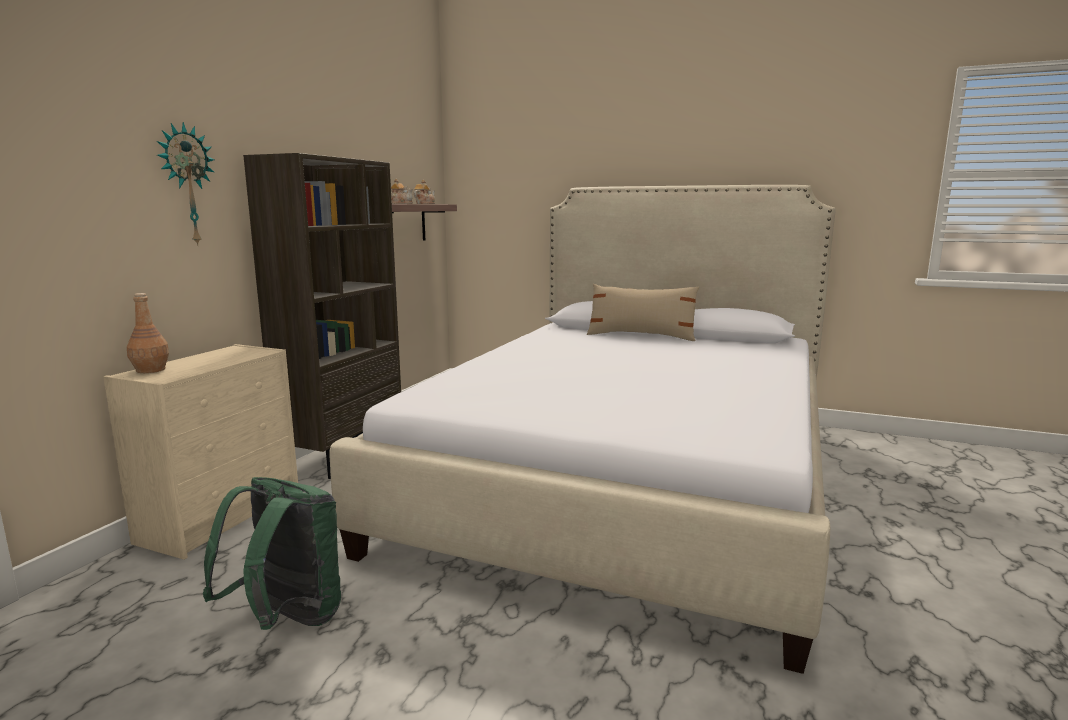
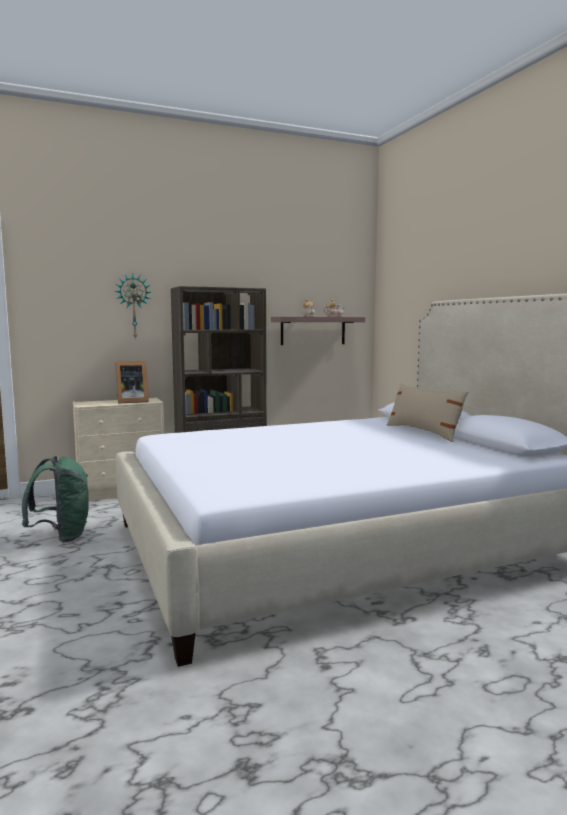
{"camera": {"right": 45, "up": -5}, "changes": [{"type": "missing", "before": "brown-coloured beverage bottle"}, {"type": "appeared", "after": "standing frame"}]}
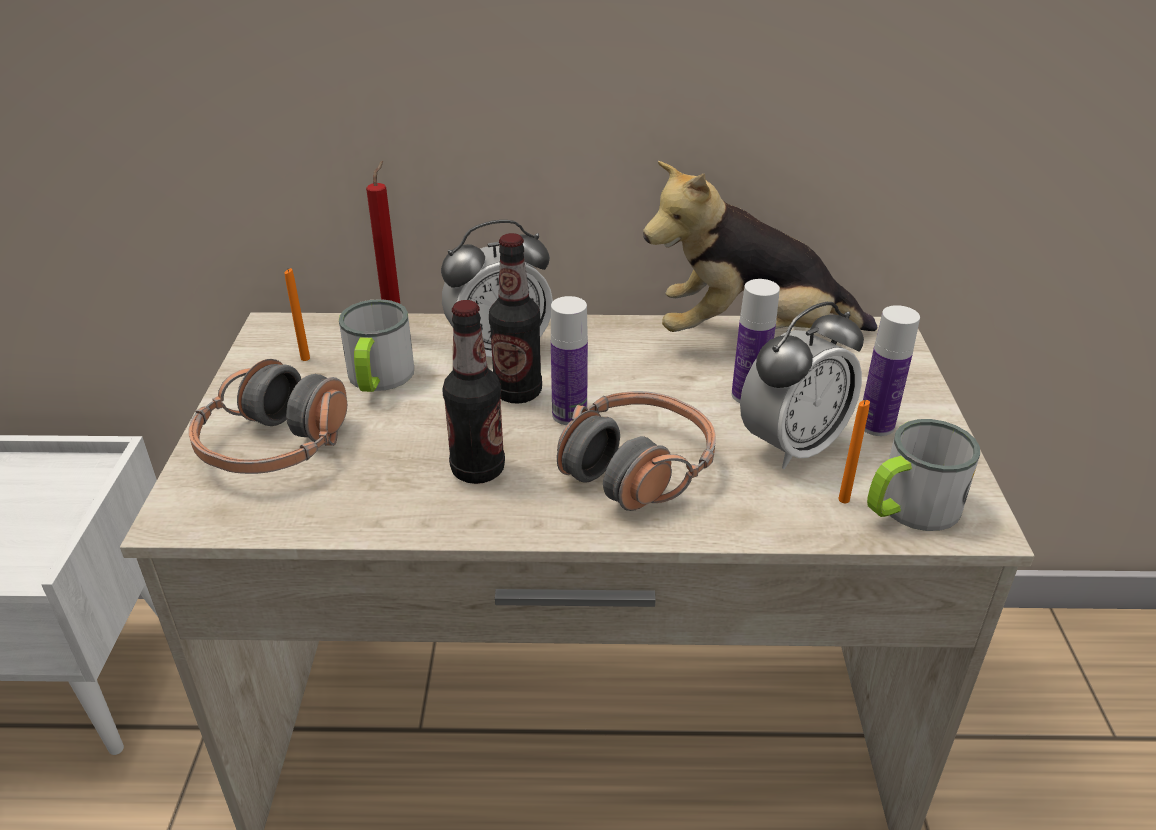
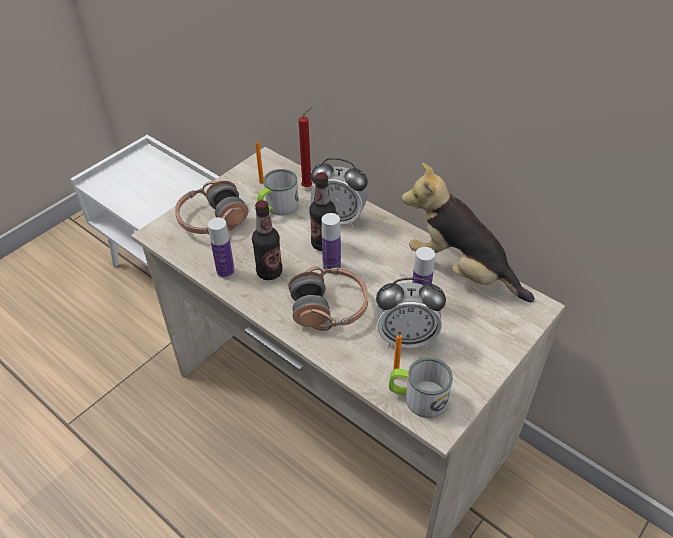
{"camera": {"right": 40, "up": 10}, "changes": [{"type": "relocated", "before": "beverage bottle (no. 5 from left in the first image)", "after": "beverage bottle (no. 1 from left)"}]}
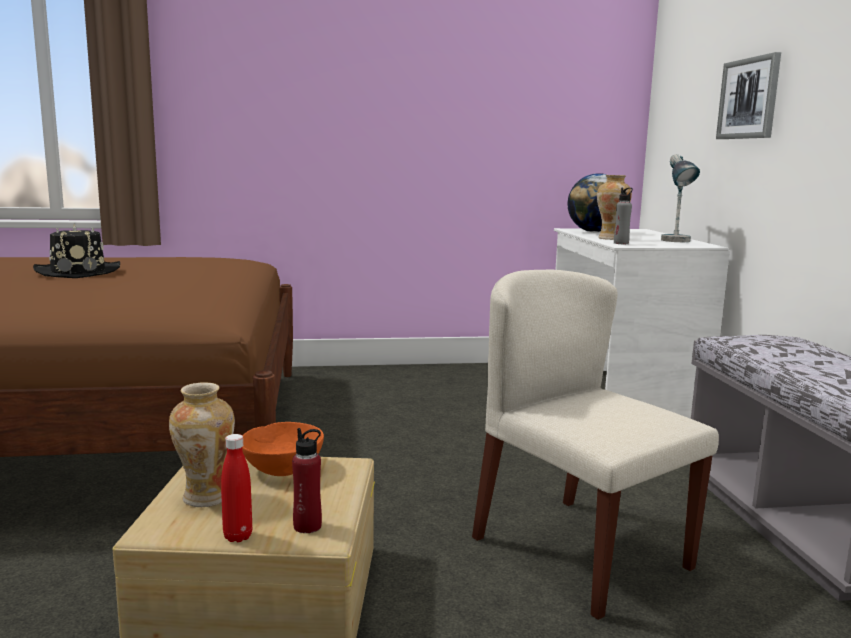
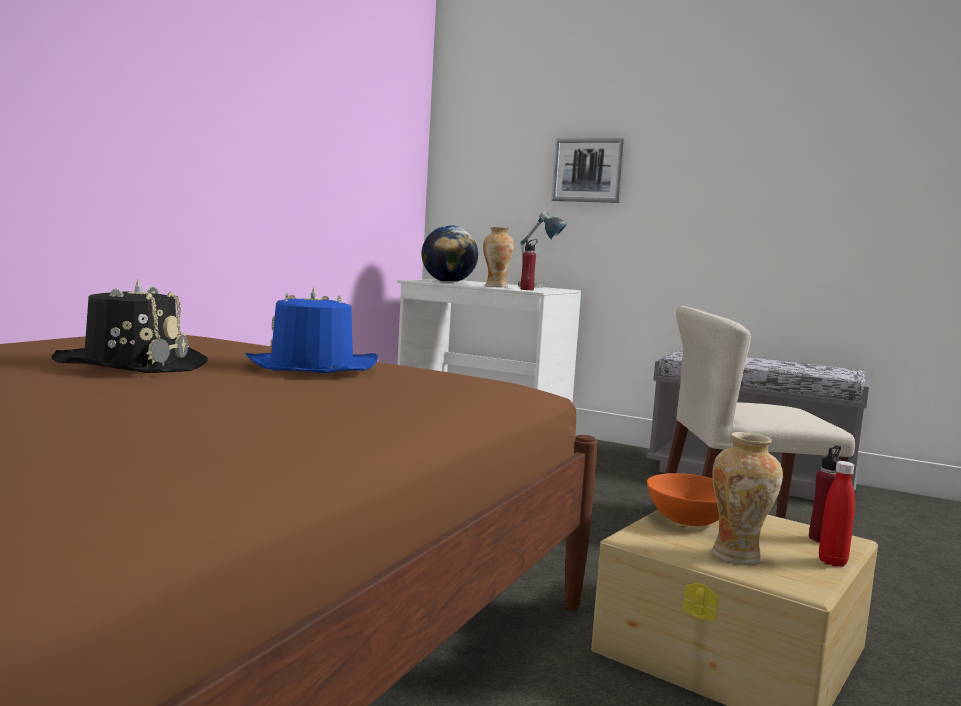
{"camera": {"right": -55, "up": -5}, "changes": [{"type": "colour", "before": "gray beverage bottle", "after": "reddish beverage bottle (no. 1 from left)"}, {"type": "appeared", "after": "blue hat"}]}
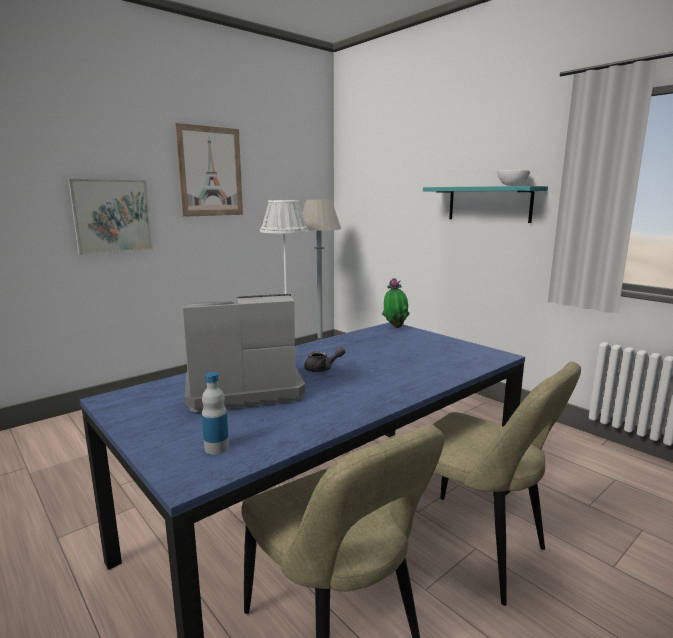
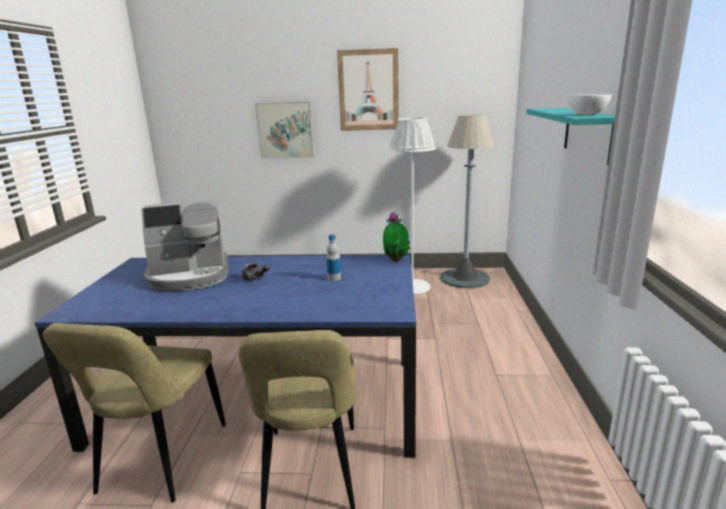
{"camera": {"right": 45, "up": 5}, "changes": [{"type": "spun", "before": "coffee machine", "turn": 135}, {"type": "relocated", "before": "beverage bottle"}]}
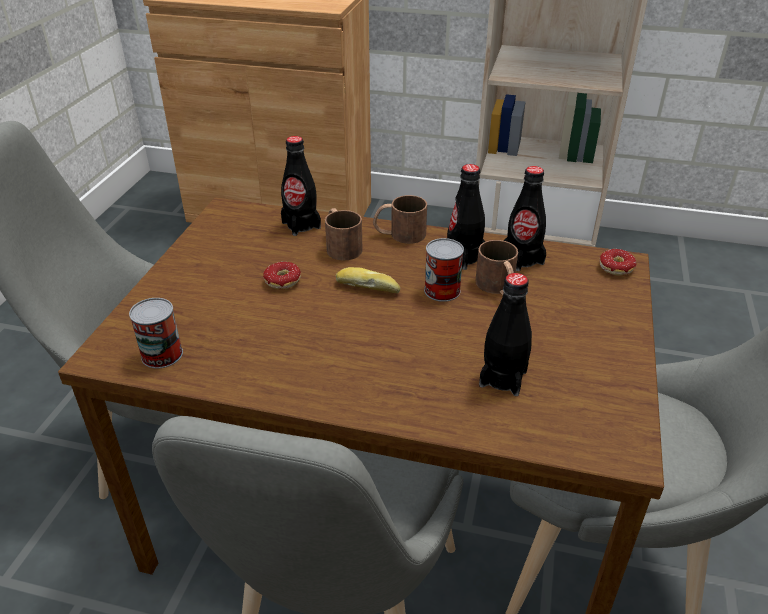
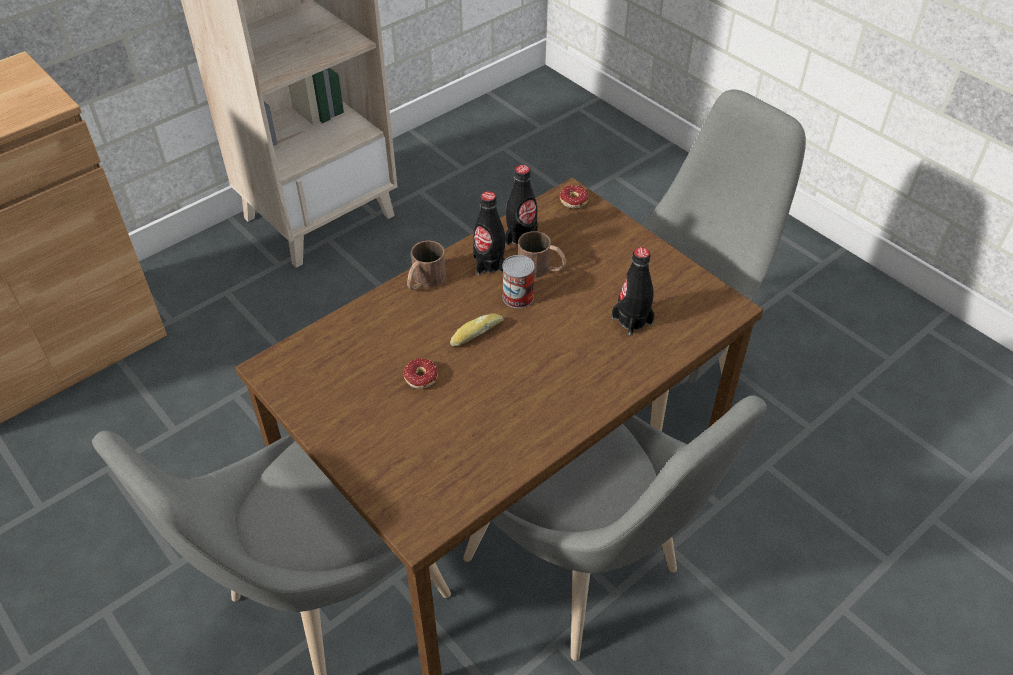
{"camera": {"right": -55, "up": 10}, "changes": [{"type": "missing", "before": "can (no. 1 from left)"}, {"type": "missing", "before": "black-coloured beverage bottle (no. 1 from left)"}, {"type": "missing", "before": "brown-coloured coffee mug (no. 1 from left)"}]}
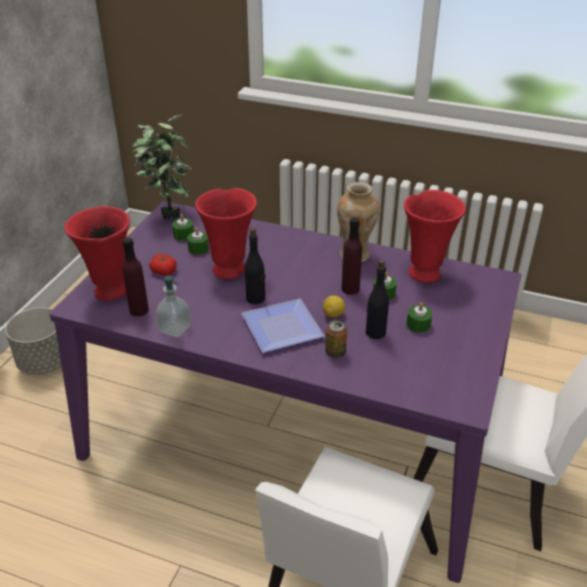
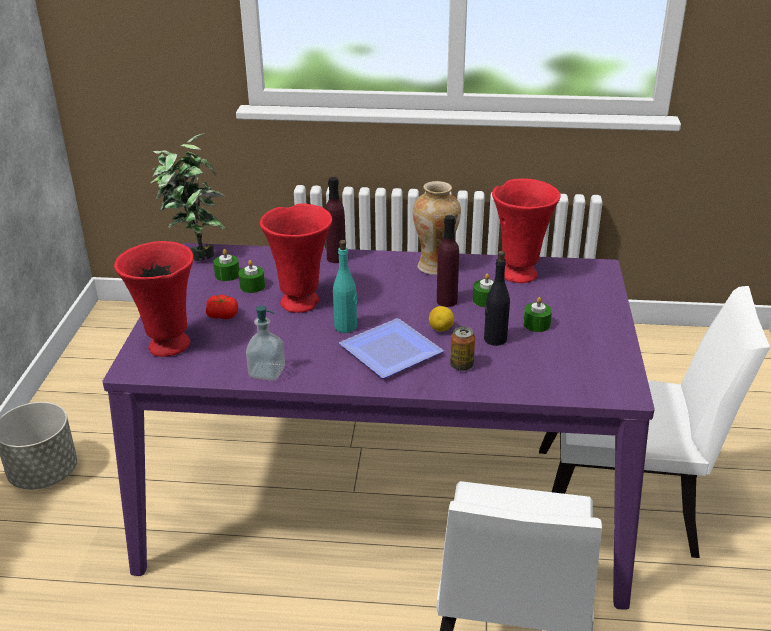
{"camera": {"right": -15, "up": -5}, "changes": [{"type": "relocated", "before": "purple beverage bottle (no. 1 from left)"}, {"type": "colour", "before": "black-coloured beverage bottle (no. 1 from left)", "after": "turquoise beverage bottle"}]}
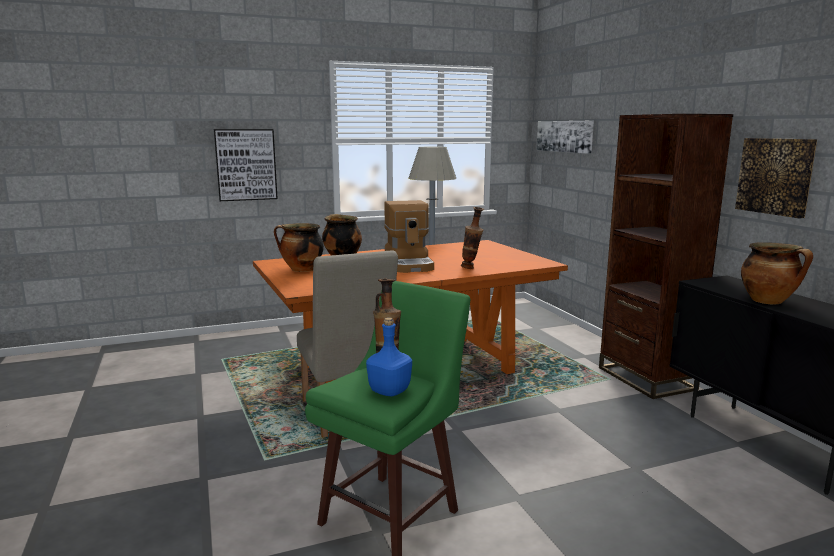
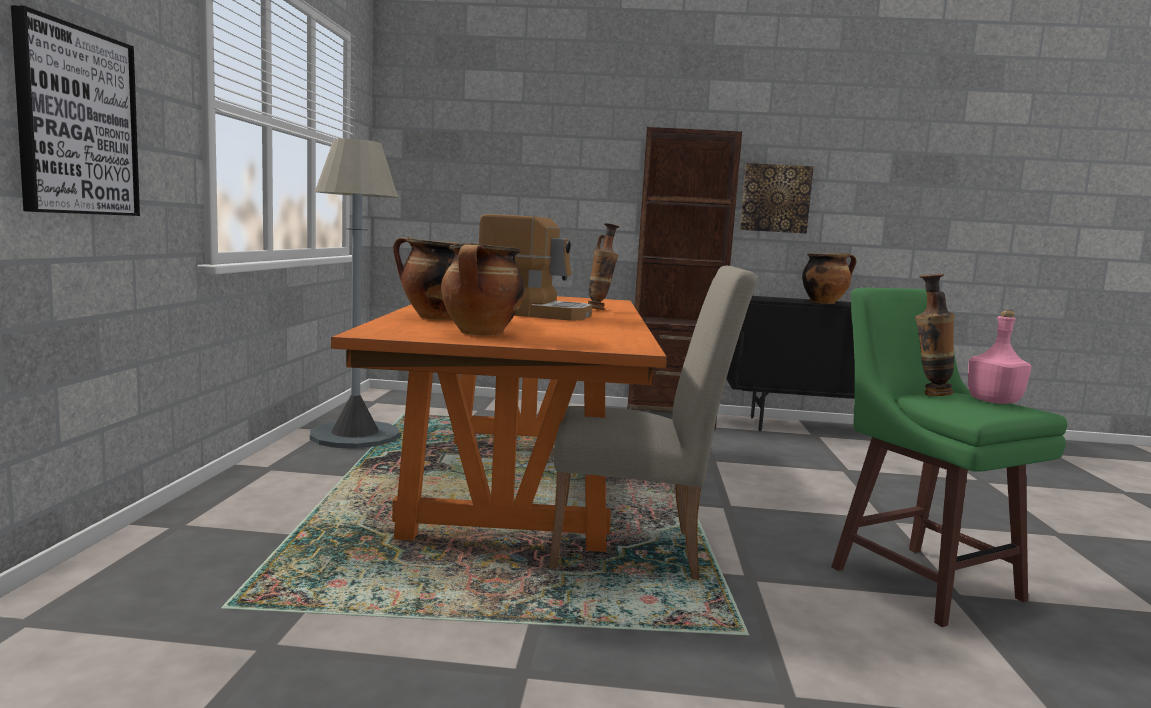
{"camera": {"right": -65, "up": -5}, "changes": [{"type": "colour", "before": "blue beverage bottle", "after": "pink beverage bottle"}, {"type": "missing", "before": "wall art (no. 2 from left)"}]}
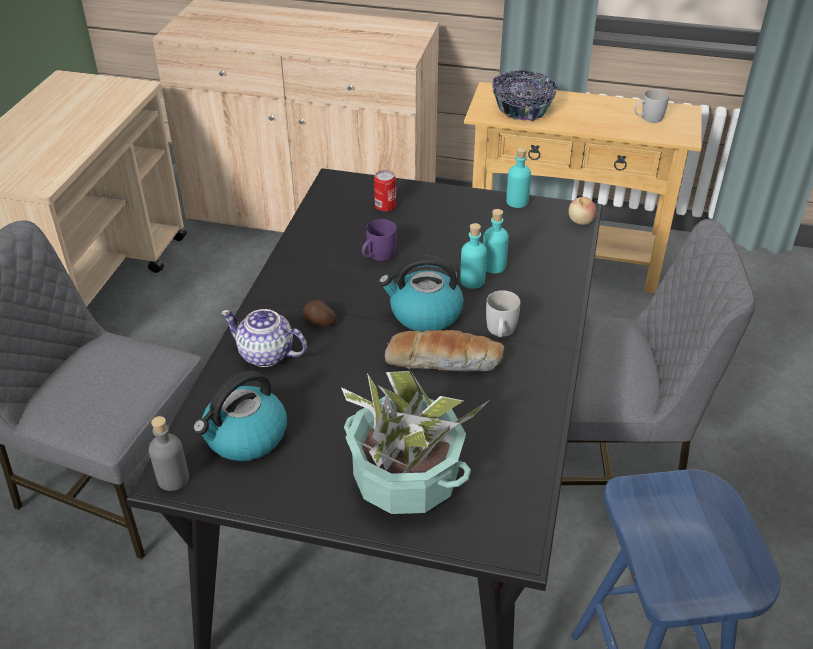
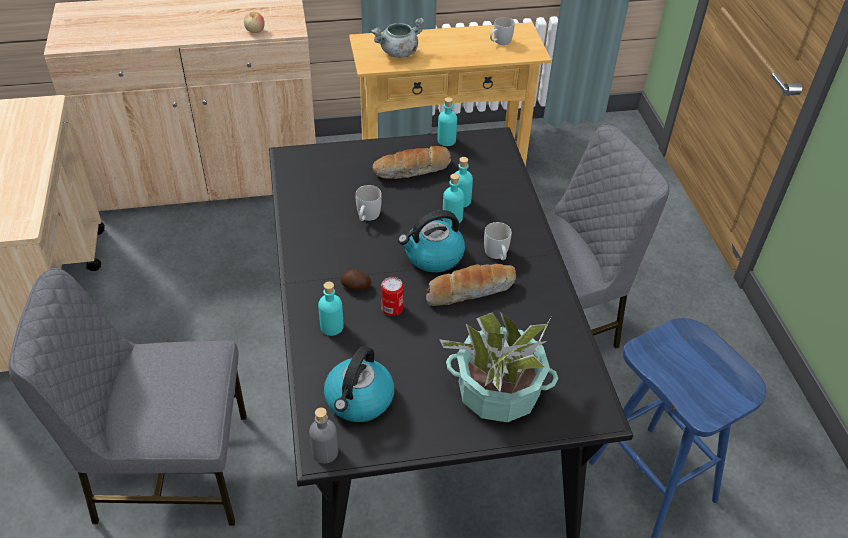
{"camera": {"right": -25, "up": 5}, "changes": [{"type": "exchanged", "before": "pot for tea", "after": "turquoise beverage bottle (no. 1 from left)"}, {"type": "colour", "before": "purple coffee mug", "after": "white-coloured coffee mug (no. 1 from left)"}, {"type": "relocated", "before": "can"}, {"type": "exchanged", "before": "bowl", "after": "gray cooking pot"}, {"type": "relocated", "before": "whole apple"}, {"type": "appeared", "after": "bakery bread (no. 1 from left)"}]}
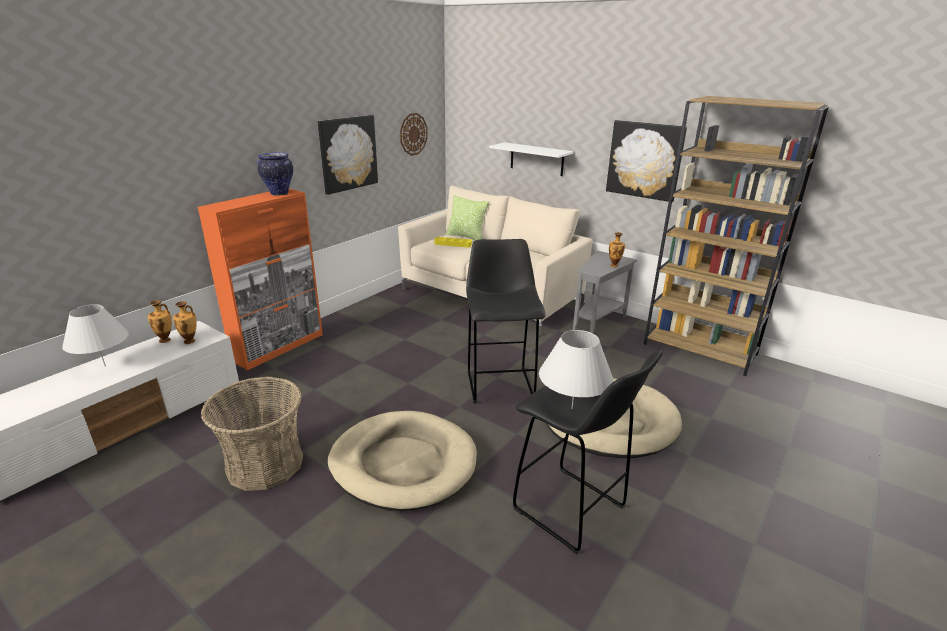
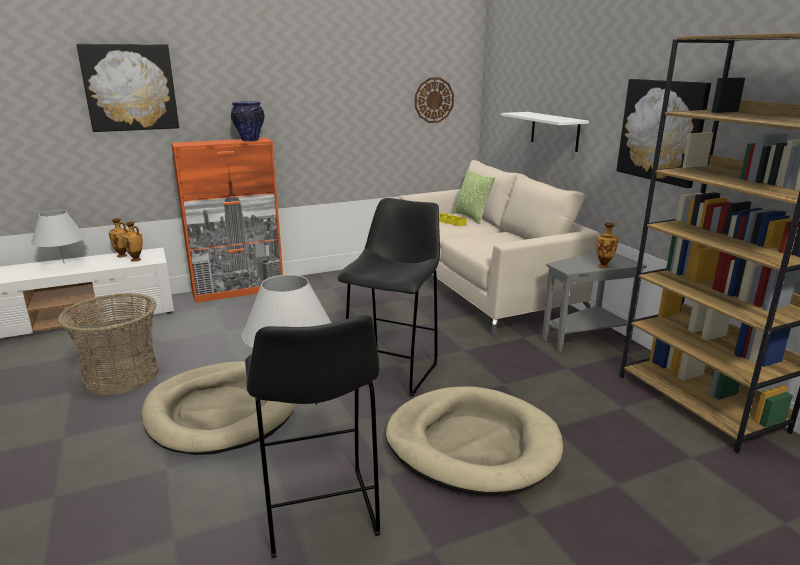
{"camera": {"right": 30, "up": -5}, "changes": [{"type": "relocated", "before": "wall art (no. 1 from left)"}]}
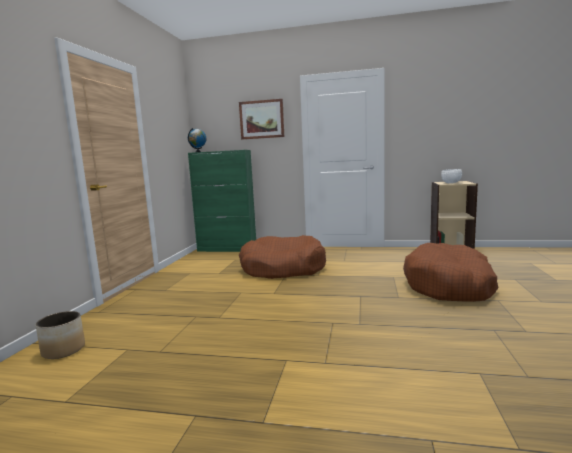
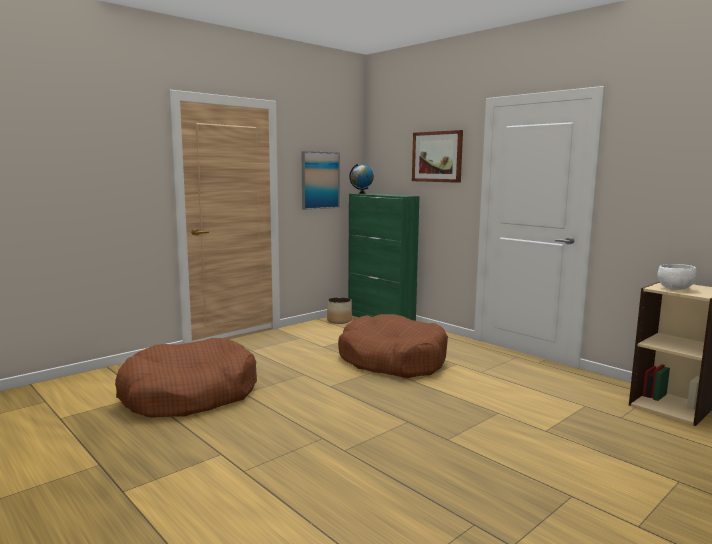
{"camera": {"right": 35, "up": 0}, "changes": [{"type": "relocated", "before": "plant pot"}, {"type": "relocated", "before": "brown-coloured dog bed (no. 2 from left in the first image)", "after": "brown-coloured dog bed (no. 1 from left)"}, {"type": "appeared", "after": "wall art (no. 1 from left)"}]}
